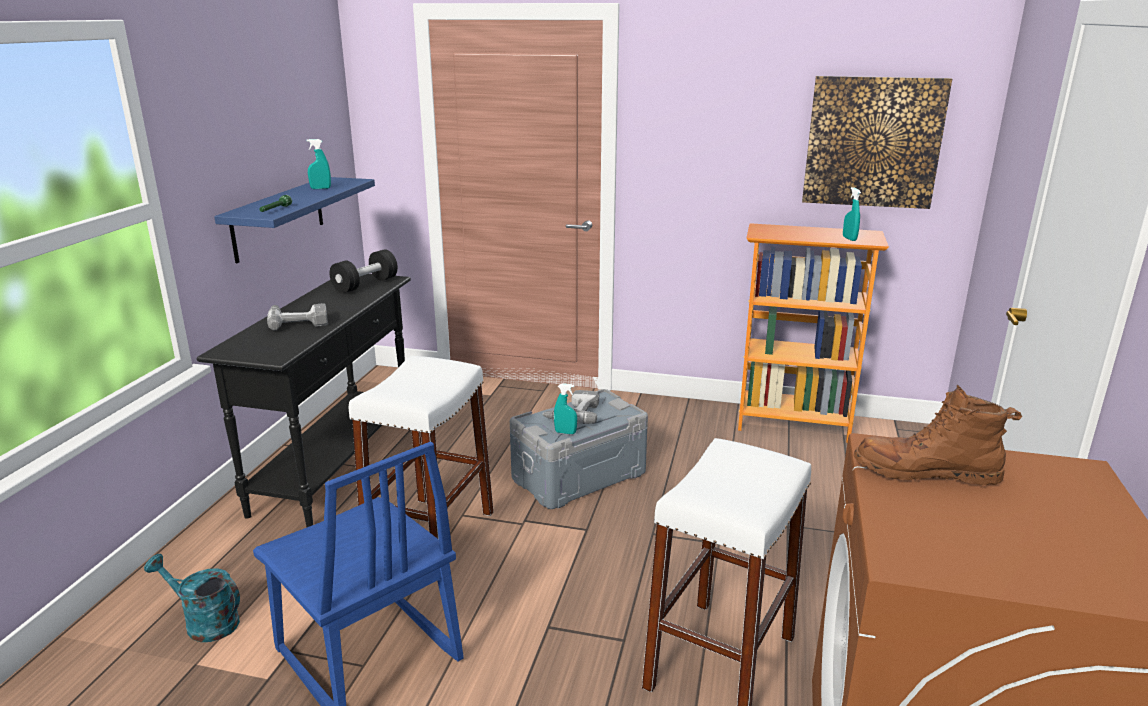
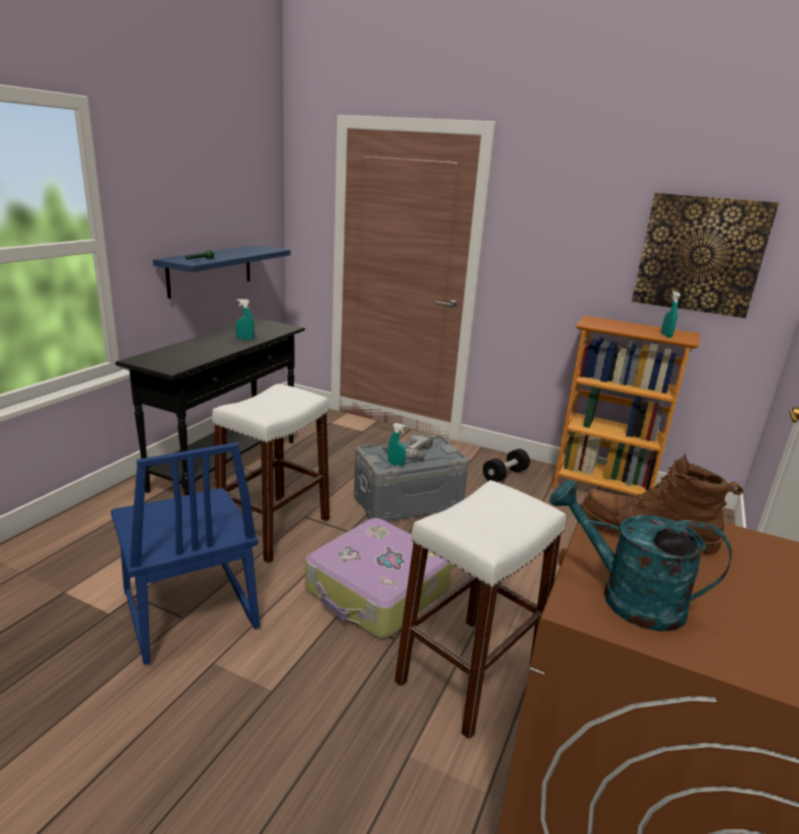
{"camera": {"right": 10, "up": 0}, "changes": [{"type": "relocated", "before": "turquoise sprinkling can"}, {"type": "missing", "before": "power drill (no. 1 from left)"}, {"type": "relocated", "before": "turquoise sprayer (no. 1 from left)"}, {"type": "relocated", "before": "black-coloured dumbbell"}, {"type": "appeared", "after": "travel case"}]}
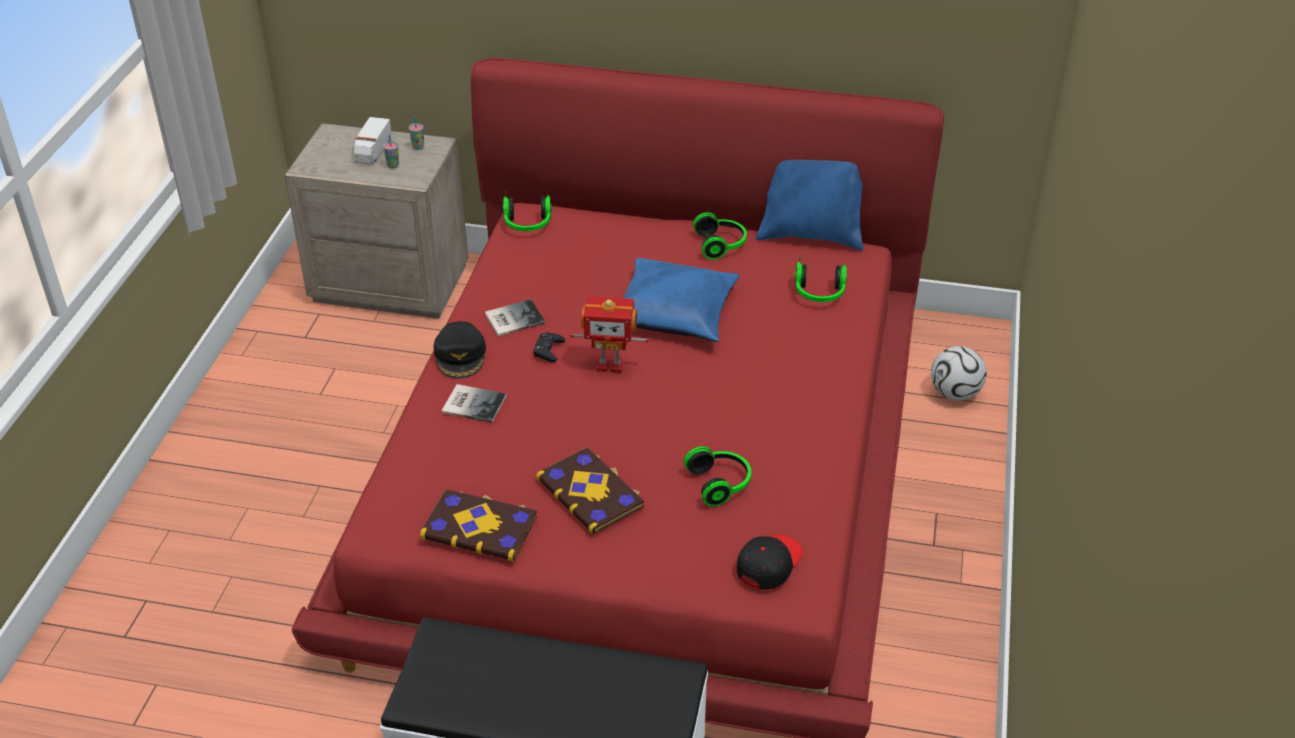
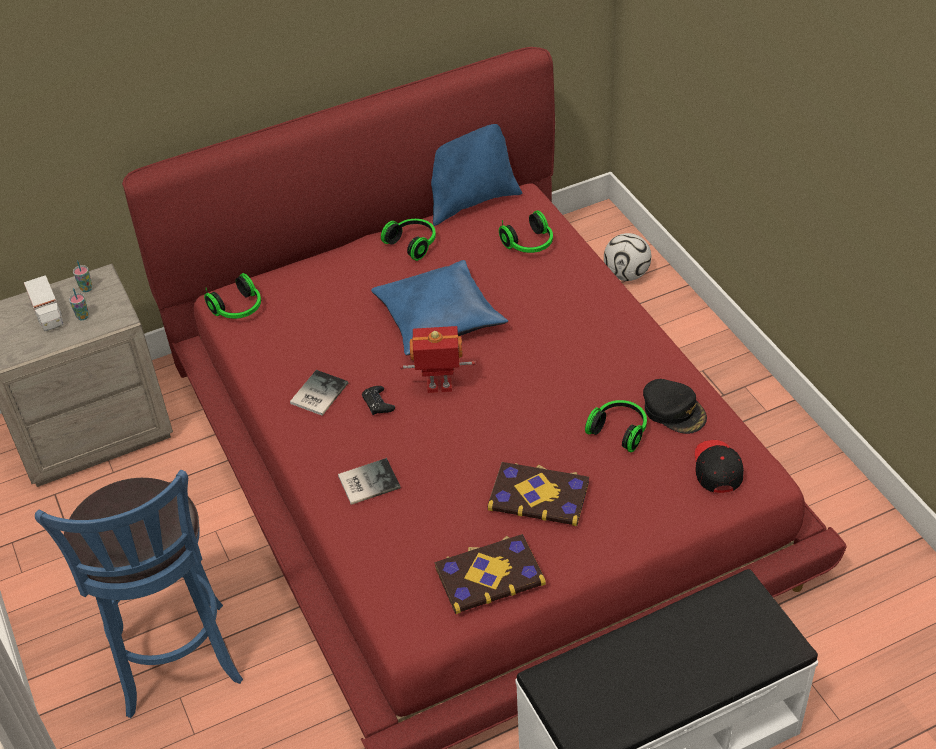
{"camera": {"right": -35, "up": 5}, "changes": [{"type": "relocated", "before": "black-coloured cap (no. 1 from left)"}, {"type": "spun", "before": "model robot", "turn": -150}, {"type": "appeared", "after": "blue sitting stool"}]}
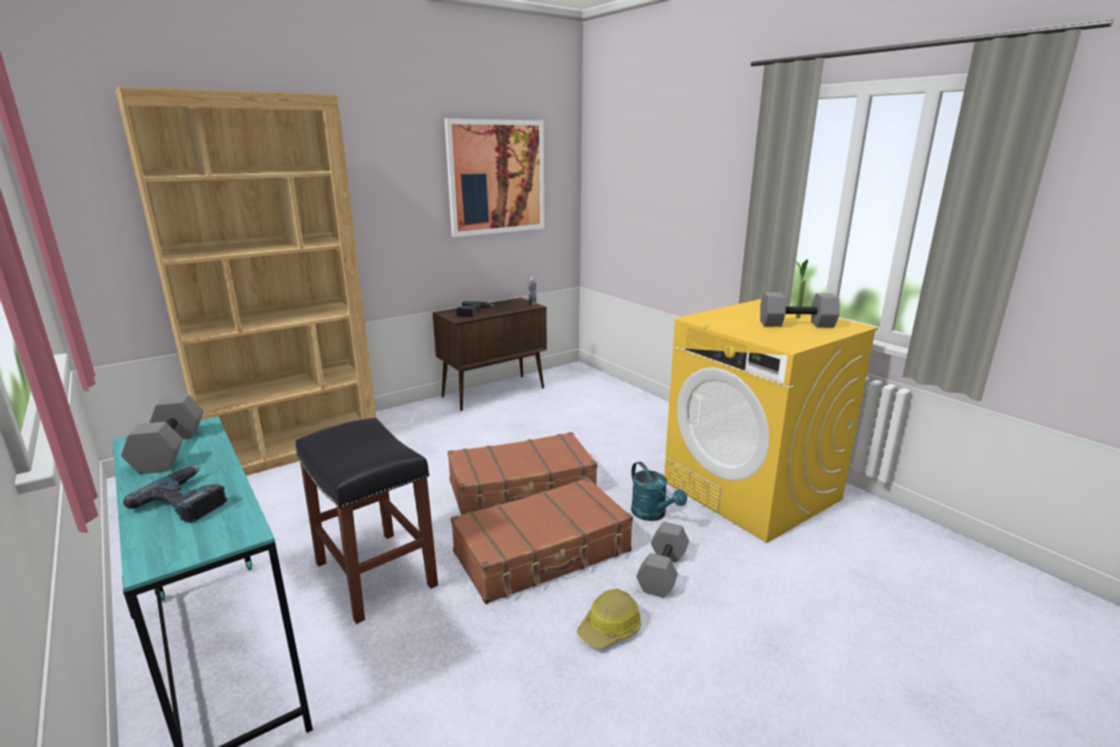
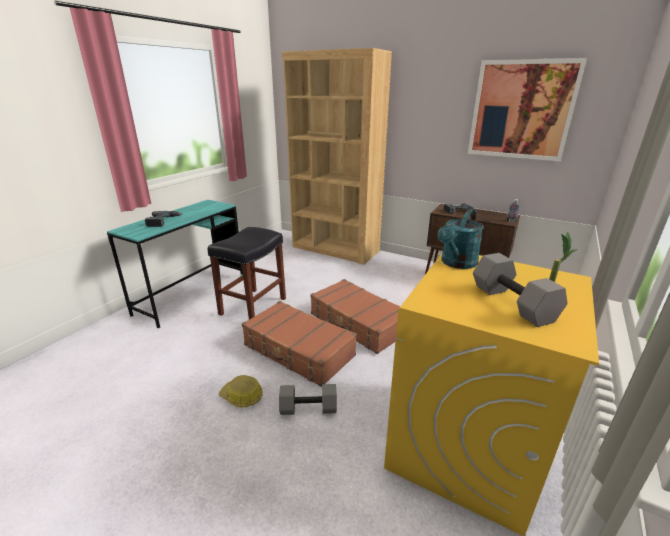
{"camera": {"right": 65, "up": 5}, "changes": [{"type": "missing", "before": "gray dumbbell (no. 1 from left)"}, {"type": "relocated", "before": "turquoise sprinkling can"}]}
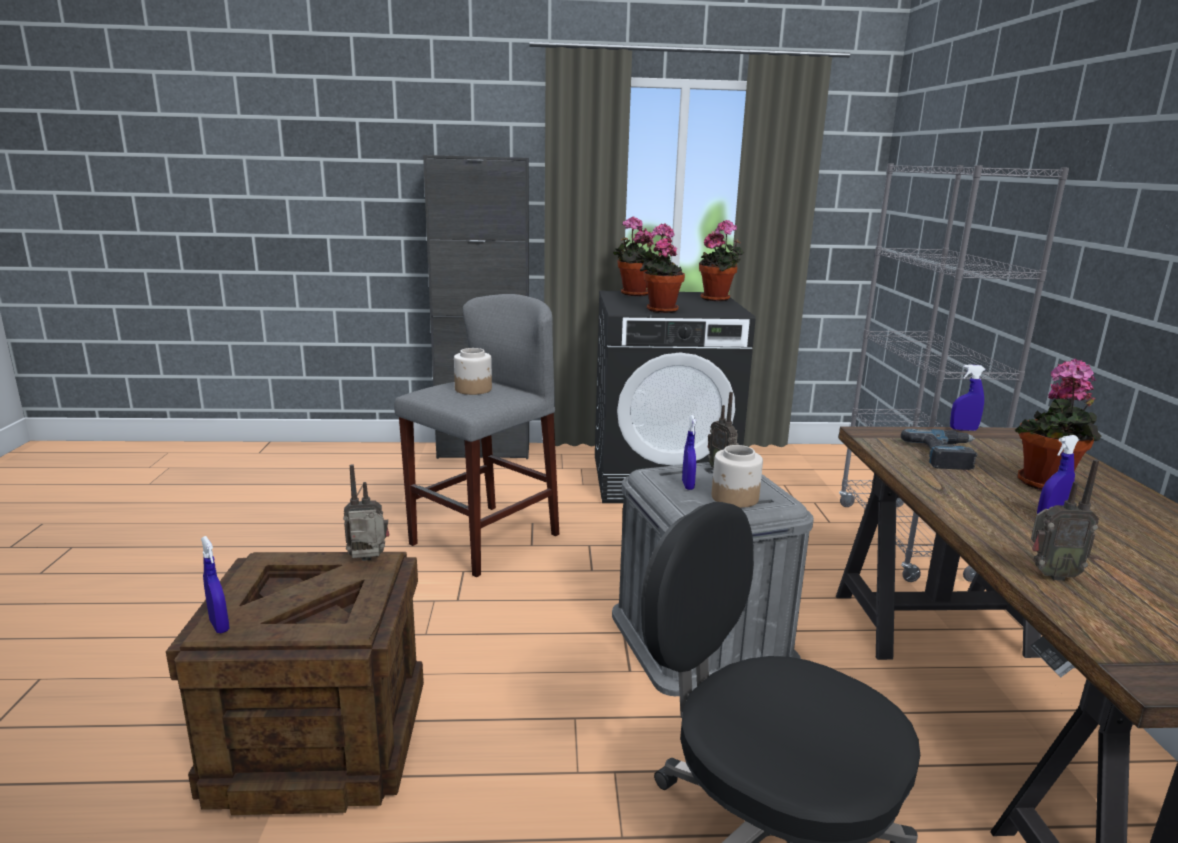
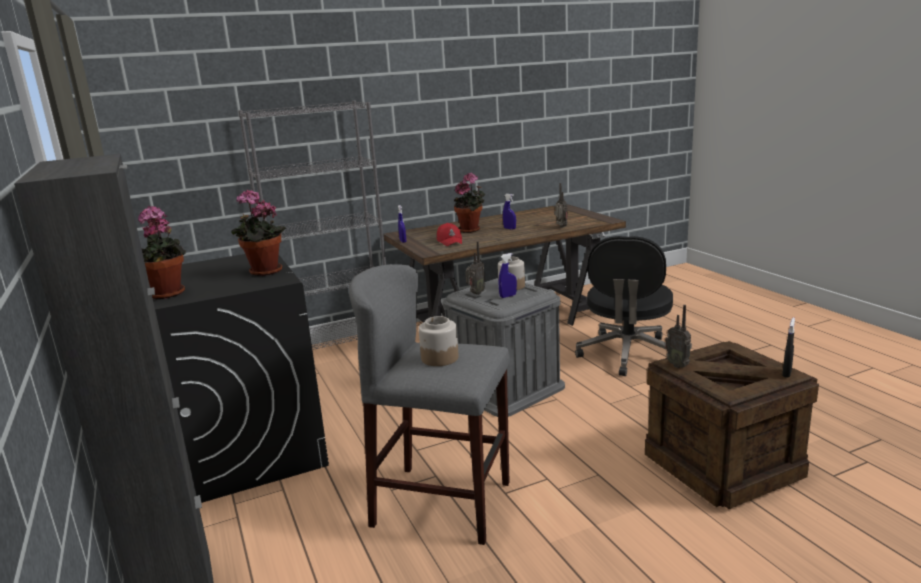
{"camera": {"right": -110, "up": 0}, "changes": [{"type": "colour", "before": "blue sprayer (no. 1 from left)", "after": "black-coloured sprayer"}, {"type": "missing", "before": "houseplant (no. 3 from left)"}, {"type": "exchanged", "before": "power drill", "after": "reddish cap"}]}
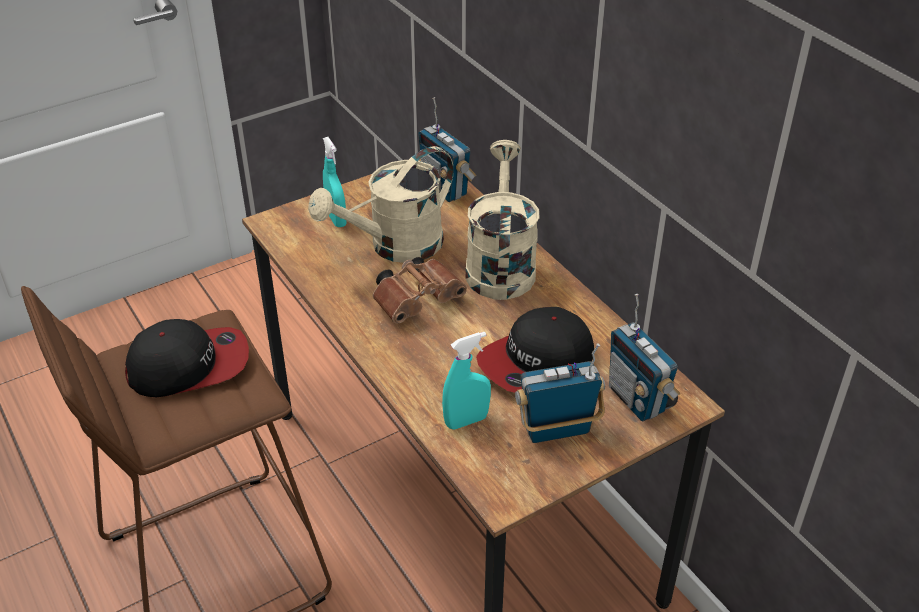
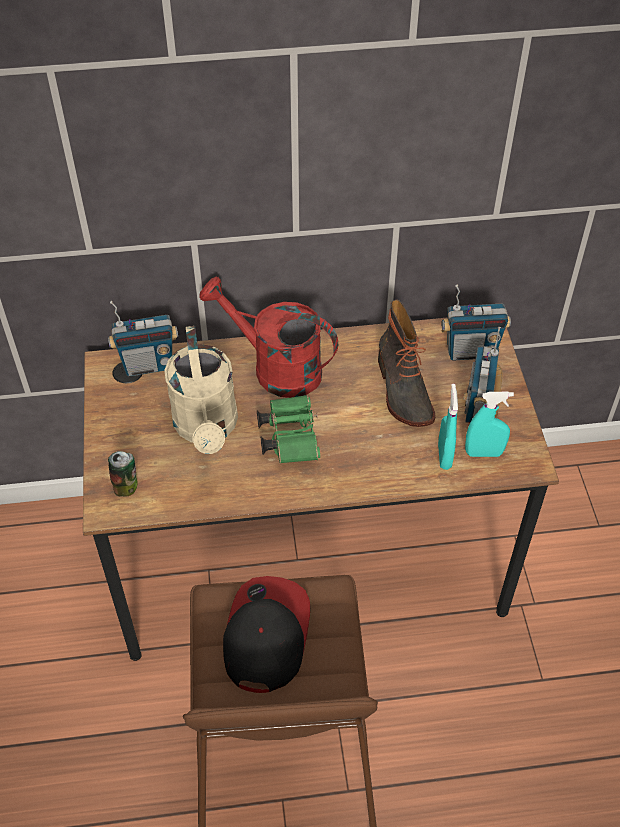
{"camera": {"right": -65, "up": 10}, "changes": [{"type": "relocated", "before": "turquoise sprayer (no. 1 from left in the first image)", "after": "turquoise sprayer (no. 2 from left)"}, {"type": "colour", "before": "brown-coloured binoculars", "after": "greenish binoculars"}, {"type": "colour", "before": "sand-coloured sprinkling can (no. 2 from left)", "after": "reddish sprinkling can"}, {"type": "exchanged", "before": "cap (no. 2 from left)", "after": "boot"}, {"type": "appeared", "after": "can"}]}
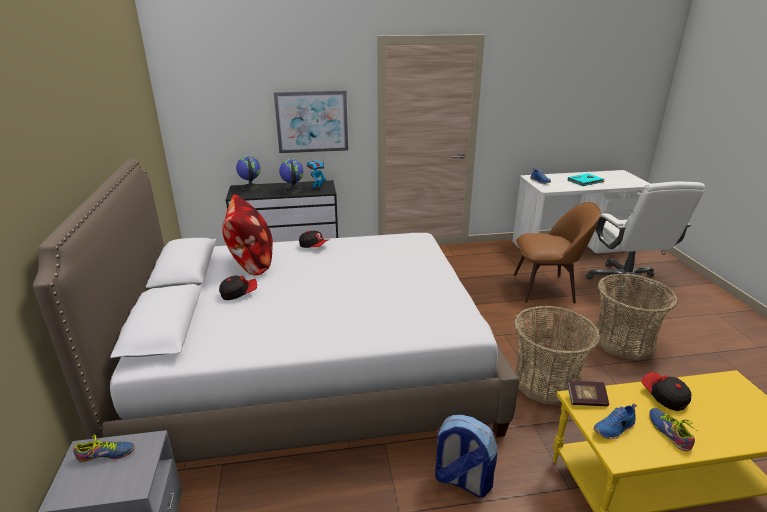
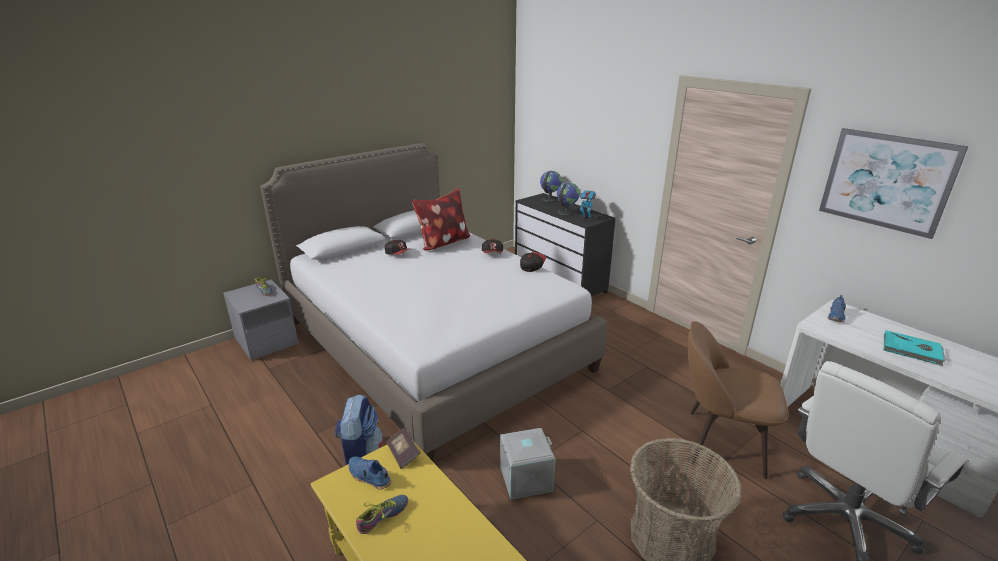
{"camera": {"right": 60, "up": 0}, "changes": [{"type": "relocated", "before": "wall art"}, {"type": "spun", "before": "brown-coloured upright chair", "turn": 135}, {"type": "exchanged", "before": "basket (no. 1 from left)", "after": "gray storage box"}, {"type": "relocated", "before": "cap (no. 3 from left)"}]}
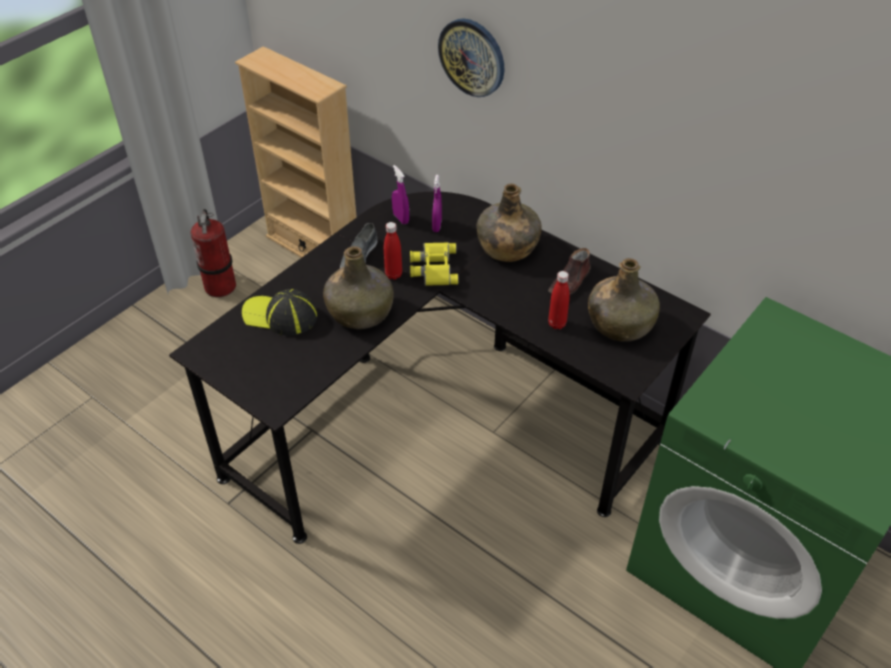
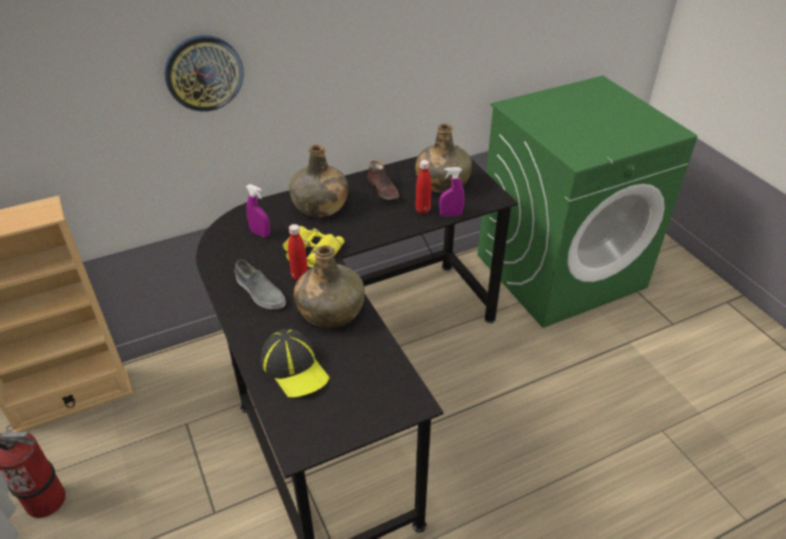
{"camera": {"right": -65, "up": -5}, "changes": [{"type": "spun", "before": "cap", "turn": -75}, {"type": "relocated", "before": "purple sprayer (no. 1 from left in the first image)", "after": "purple sprayer (no. 2 from left)"}]}
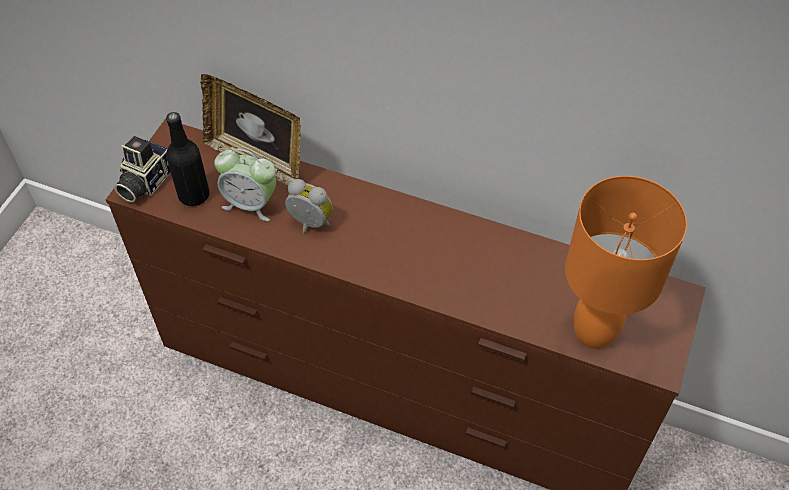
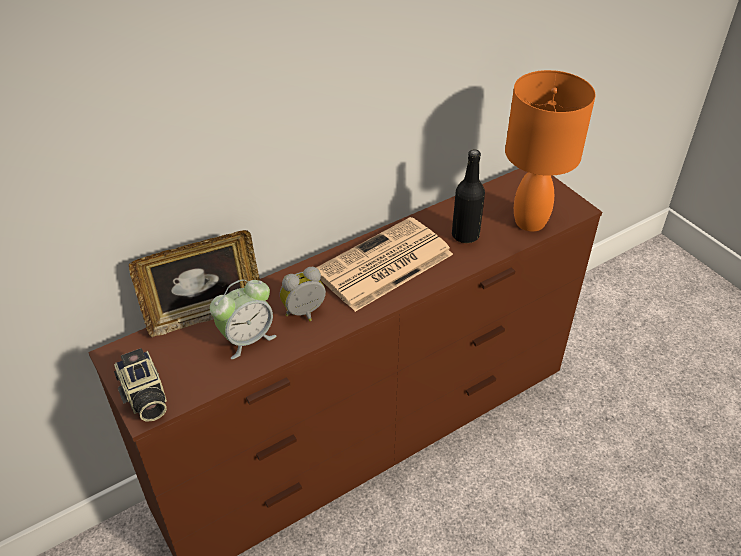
{"camera": {"right": -55, "up": -10}, "changes": [{"type": "relocated", "before": "black-coloured beverage bottle"}, {"type": "appeared", "after": "daily paper"}]}
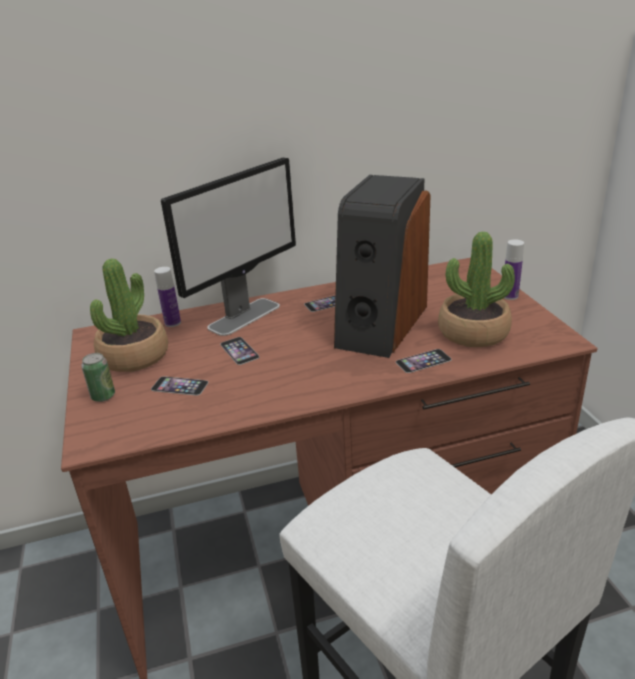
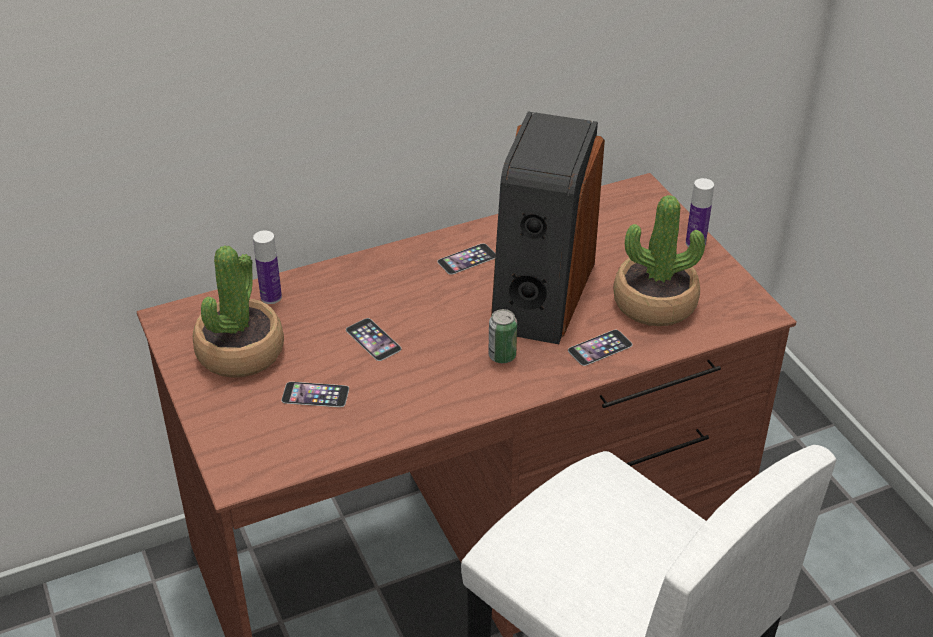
{"camera": {"right": -10, "up": 10}, "changes": [{"type": "relocated", "before": "can"}, {"type": "missing", "before": "computer display"}]}
